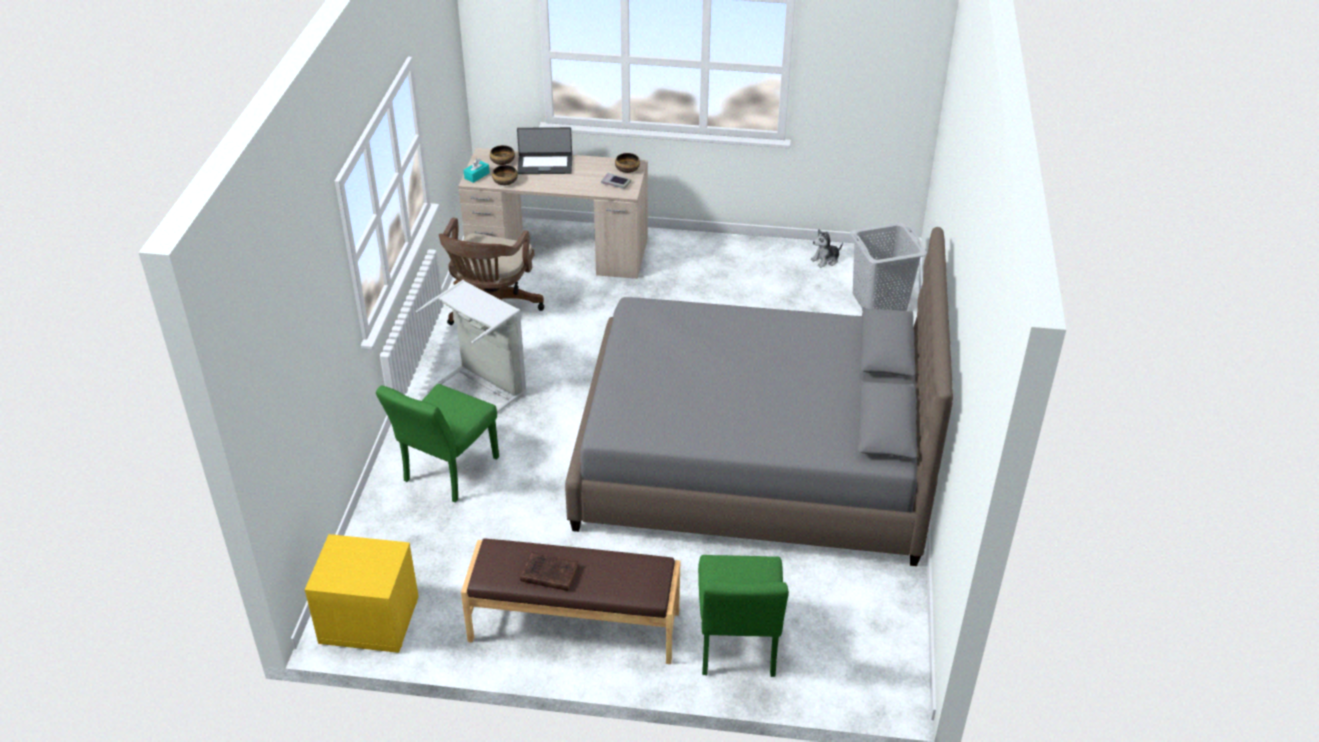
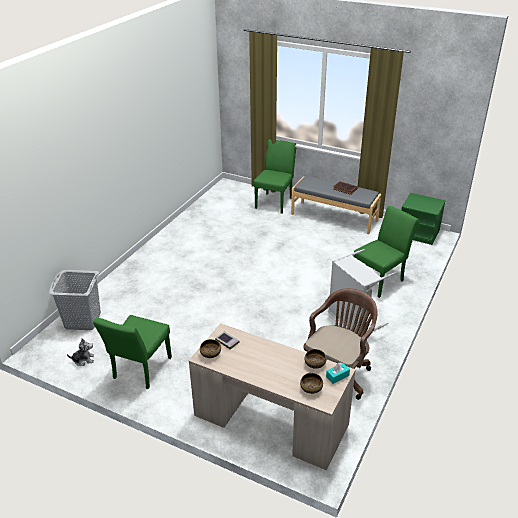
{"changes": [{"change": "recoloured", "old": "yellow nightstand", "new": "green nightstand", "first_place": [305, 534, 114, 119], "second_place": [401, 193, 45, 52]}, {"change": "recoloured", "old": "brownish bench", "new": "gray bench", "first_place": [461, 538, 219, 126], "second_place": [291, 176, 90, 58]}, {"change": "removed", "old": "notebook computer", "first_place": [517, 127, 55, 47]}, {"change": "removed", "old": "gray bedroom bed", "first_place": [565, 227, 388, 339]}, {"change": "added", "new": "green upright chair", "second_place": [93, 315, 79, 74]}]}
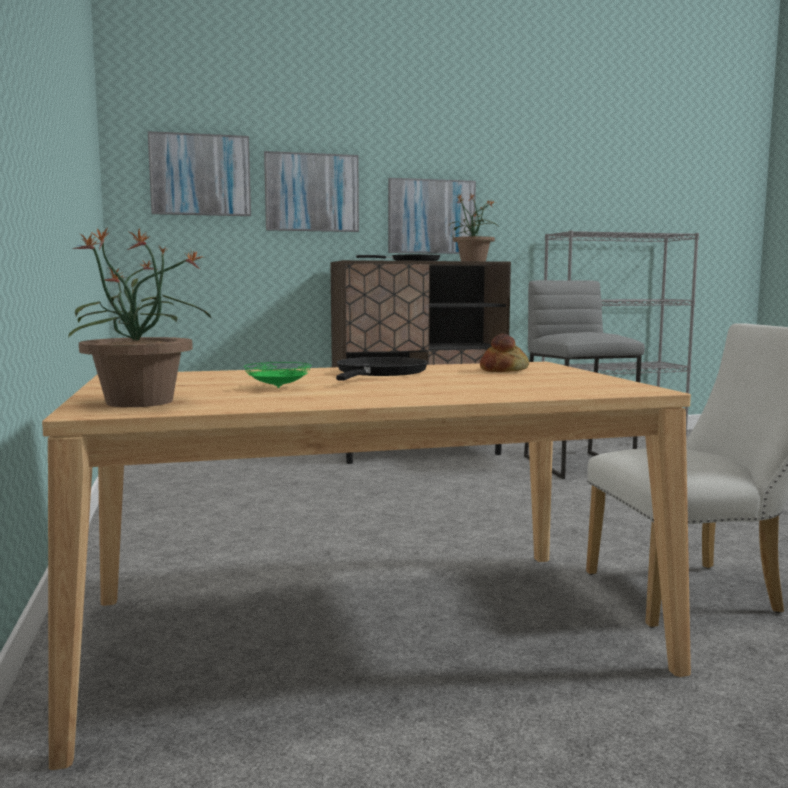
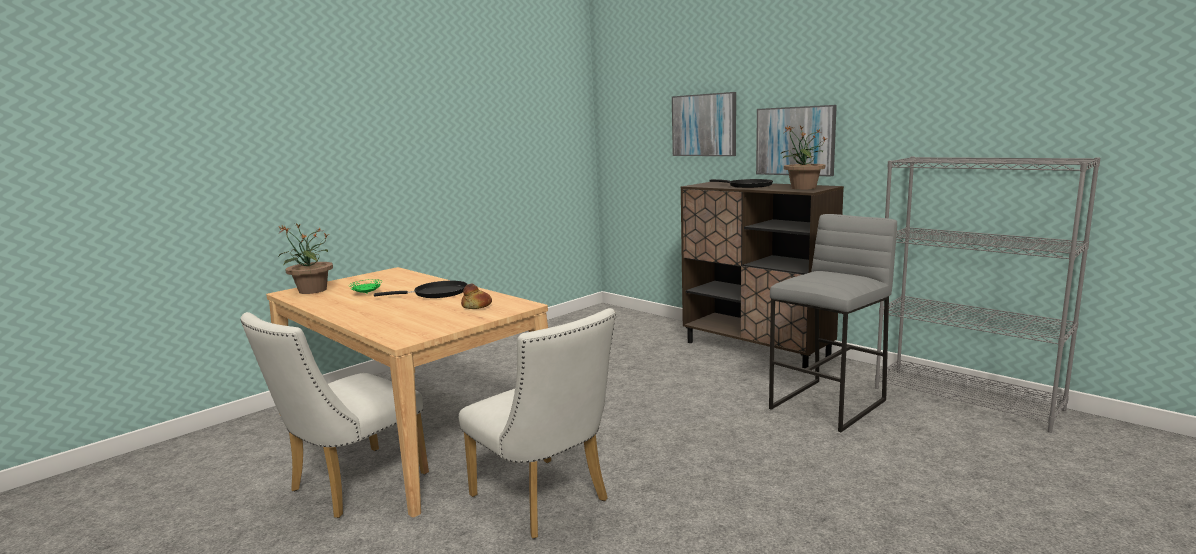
{"changes": [{"change": "removed", "old": "wall art", "first_place": [148, 131, 103, 85]}, {"change": "added", "new": "whitish upright chair", "second_place": [240, 312, 189, 206]}]}
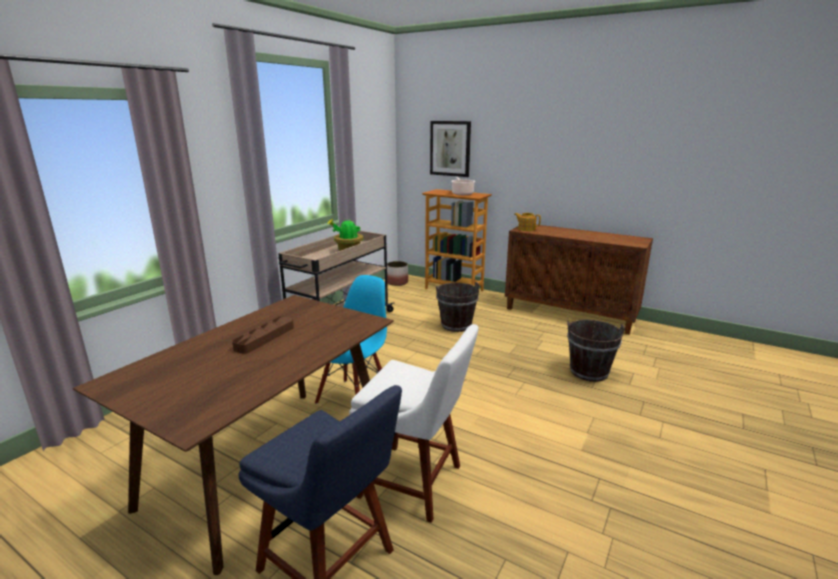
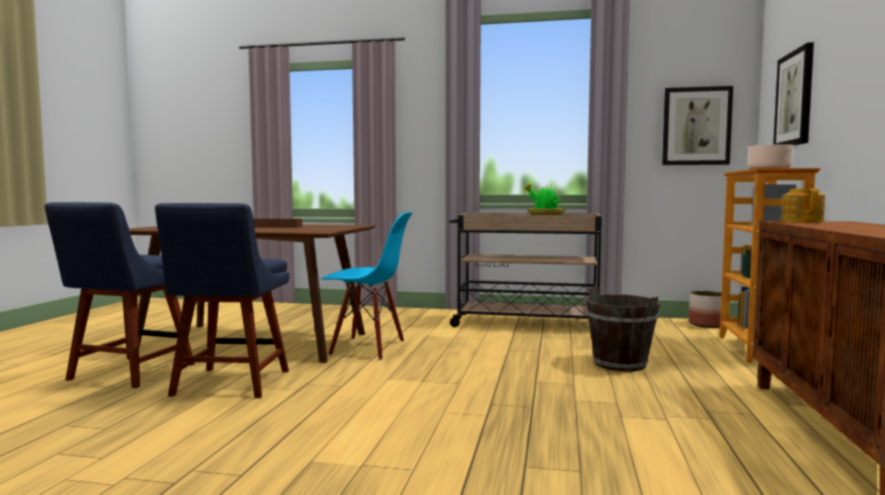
{"changes": [{"change": "recoloured", "old": "whitish upright chair", "new": "bluish upright chair", "first_place": [349, 324, 130, 199], "second_place": [155, 203, 134, 195]}, {"change": "removed", "old": "brownish bucket", "first_place": [567, 320, 58, 62]}, {"change": "added", "new": "wall art", "second_place": [662, 86, 71, 79]}]}
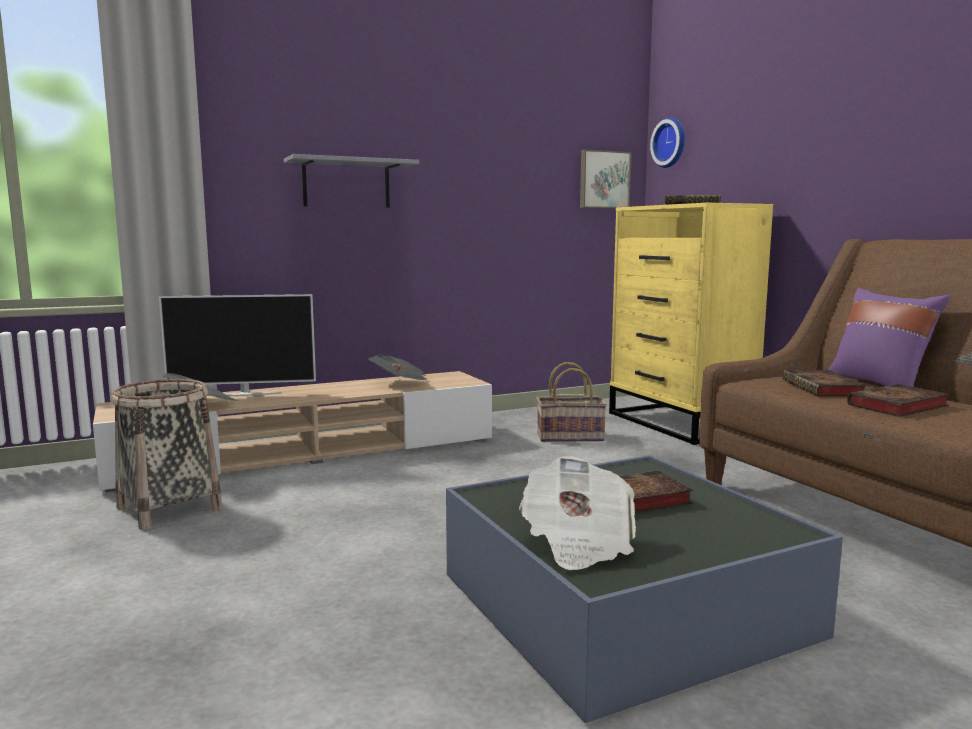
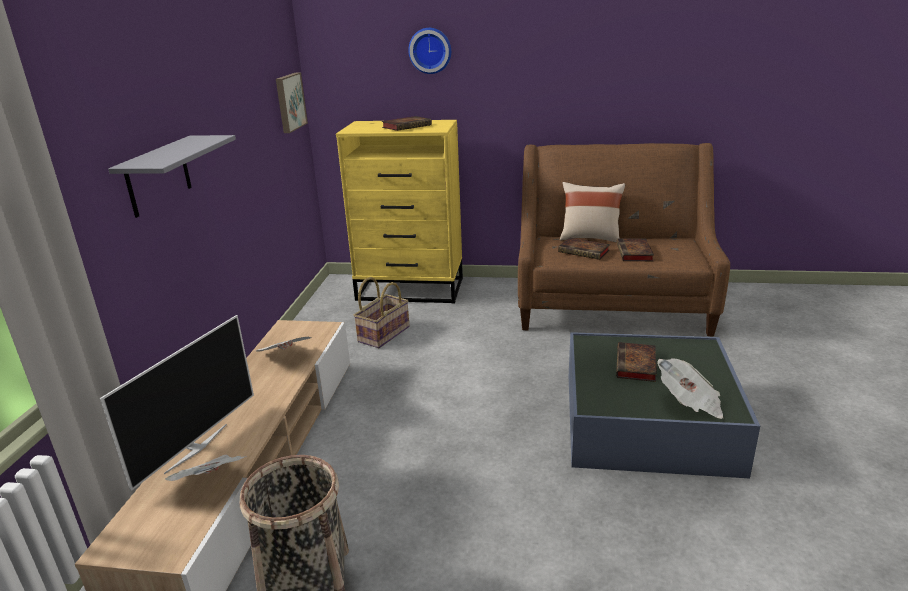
{"changes": [{"change": "moved", "old": "hanging clock", "first_place": [650, 117, 35, 51], "second_place": [408, 28, 43, 46]}, {"change": "recoloured", "old": "purple throw pillow", "new": "sand-coloured throw pillow", "first_place": [828, 288, 122, 99], "second_place": [560, 182, 65, 60]}]}
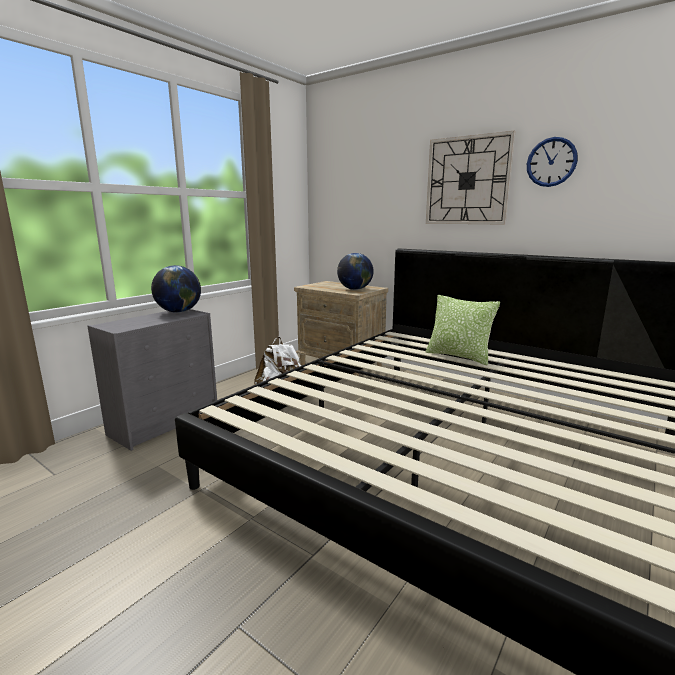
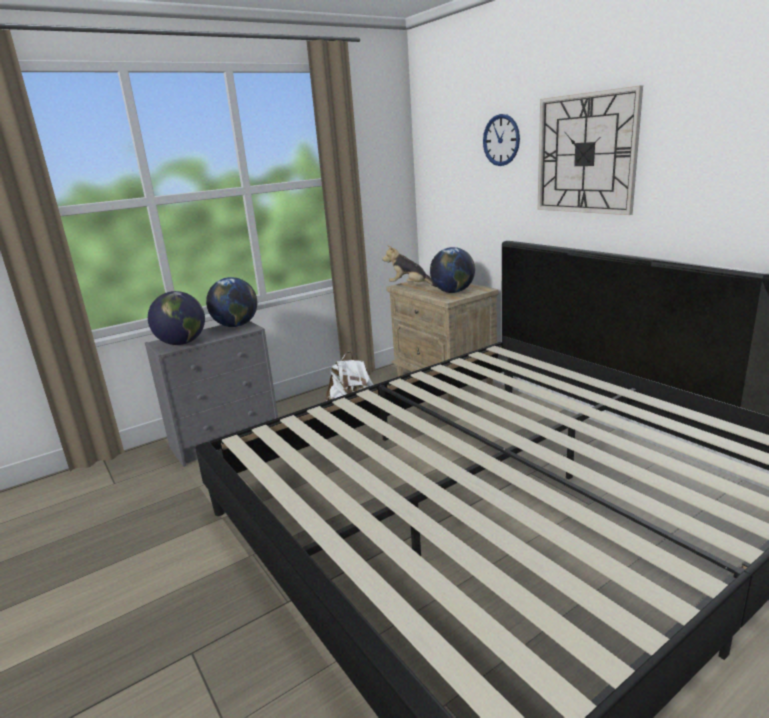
{"changes": [{"change": "removed", "old": "throw pillow", "first_place": [425, 295, 75, 70]}, {"change": "moved", "old": "hanging clock", "first_place": [527, 137, 51, 50], "second_place": [483, 114, 37, 52]}, {"change": "added", "new": "desk globe", "second_place": [148, 291, 57, 54]}, {"change": "added", "new": "plush toy", "second_place": [383, 245, 53, 42]}]}
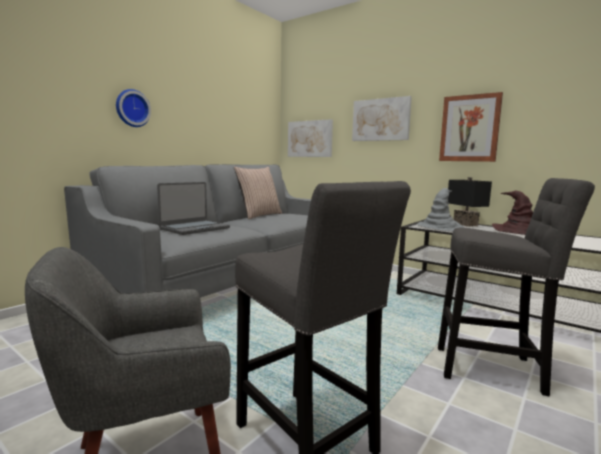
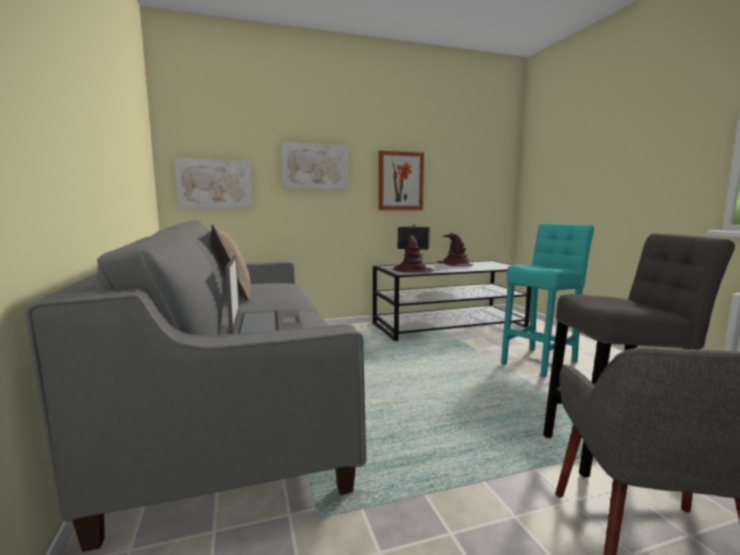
{"changes": [{"change": "removed", "old": "hanging clock", "first_place": [116, 89, 35, 38]}, {"change": "recoloured", "old": "gray hat", "new": "brownish hat", "first_place": [417, 188, 47, 43], "second_place": [392, 235, 41, 38]}, {"change": "recoloured", "old": "gray stool seat", "new": "turquoise stool seat", "first_place": [438, 178, 157, 219], "second_place": [501, 223, 93, 155]}]}
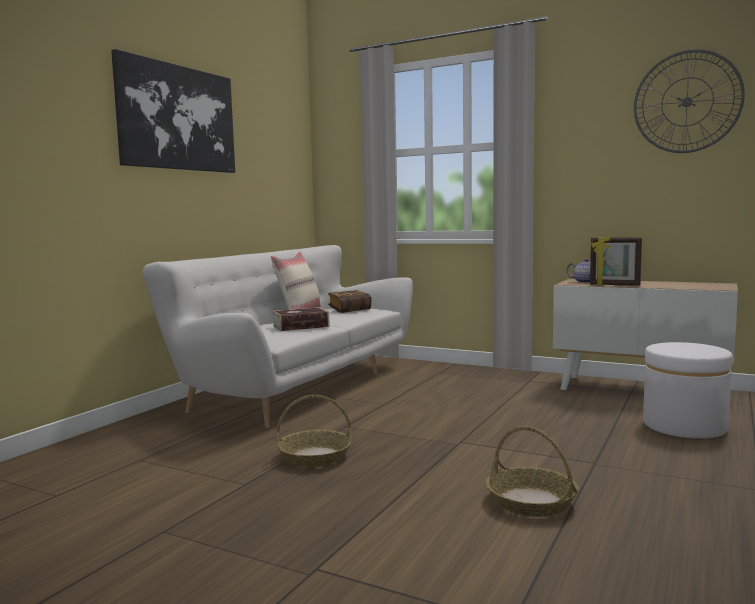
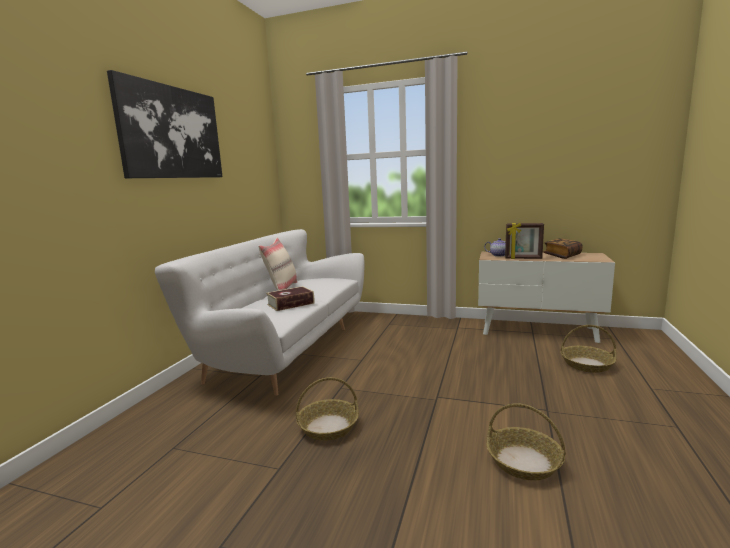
{"changes": [{"change": "moved", "old": "book", "first_place": [328, 290, 44, 23], "second_place": [543, 238, 39, 21]}, {"change": "removed", "old": "hanging clock", "first_place": [634, 49, 111, 104]}, {"change": "replaced", "old": "whitish pouffe", "new": "household basket", "first_place": [643, 342, 90, 97], "second_place": [561, 325, 56, 48]}]}
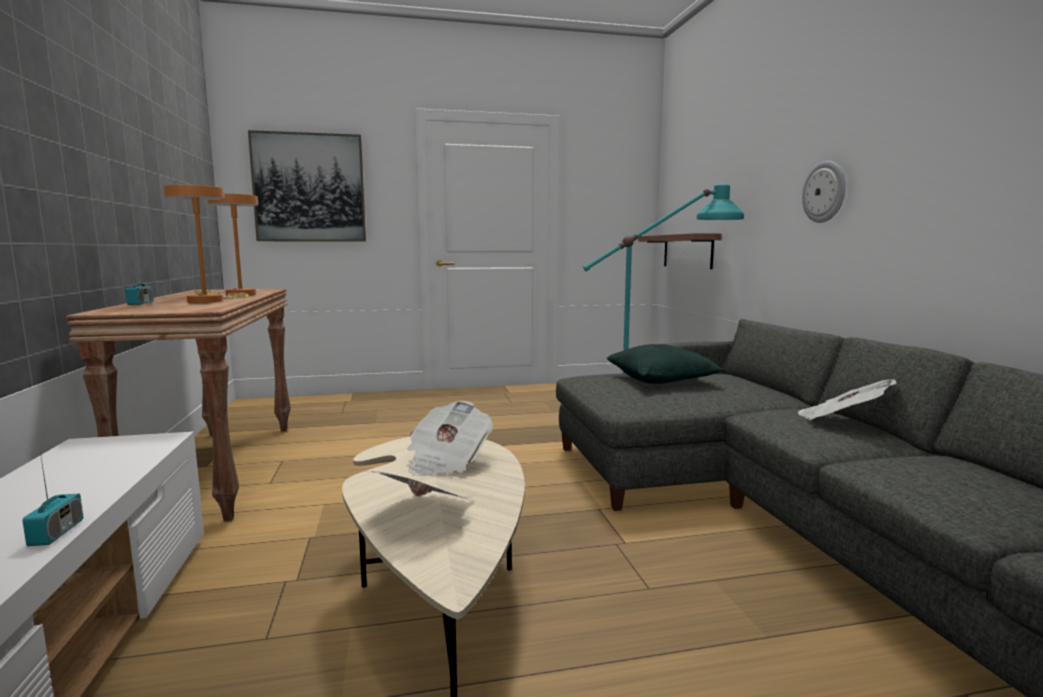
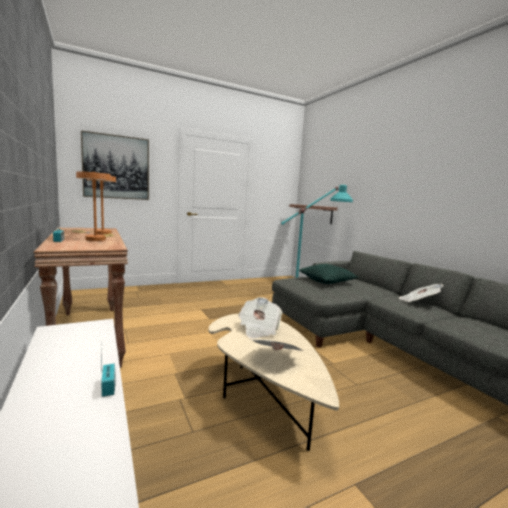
{"changes": [{"change": "removed", "old": "hanging clock", "first_place": [802, 161, 44, 62]}]}
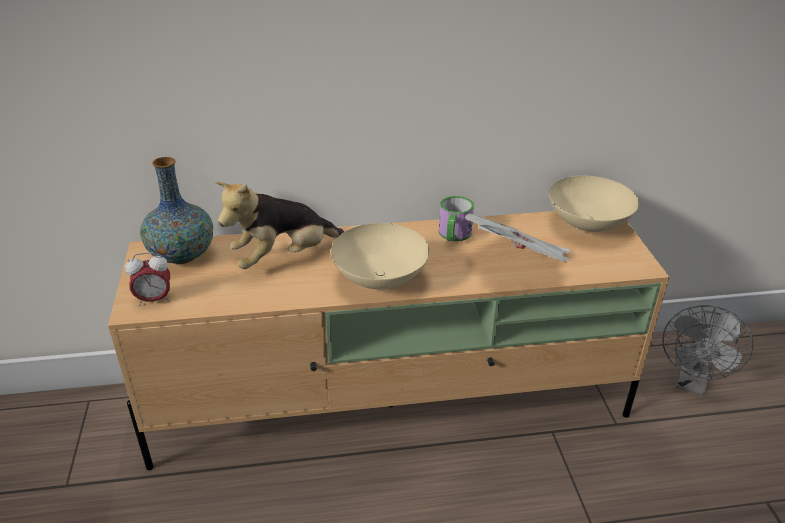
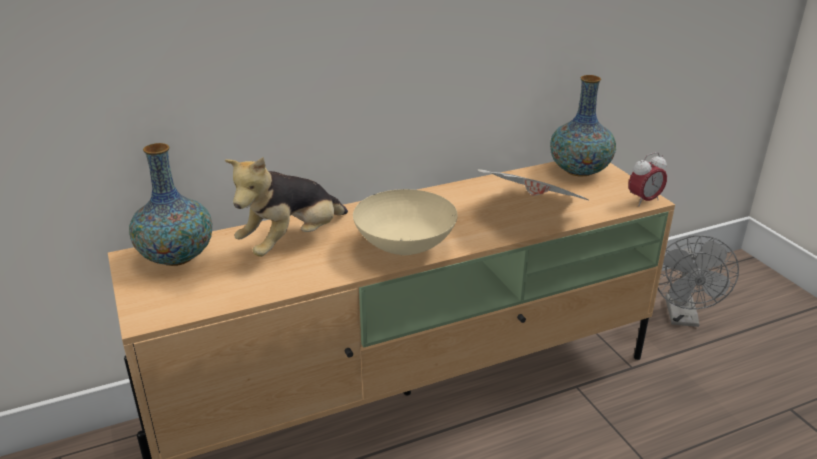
{"changes": [{"change": "moved", "old": "table clock", "first_place": [125, 252, 45, 54], "second_place": [629, 152, 38, 54]}, {"change": "removed", "old": "coffee mug", "first_place": [439, 196, 35, 45]}, {"change": "replaced", "old": "sand-coloured serving bowl", "new": "flower vase", "first_place": [549, 176, 90, 56], "second_place": [550, 75, 66, 101]}]}
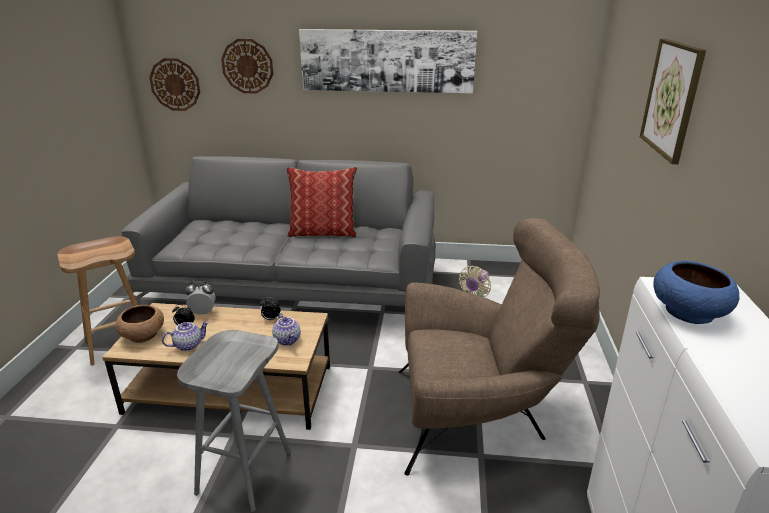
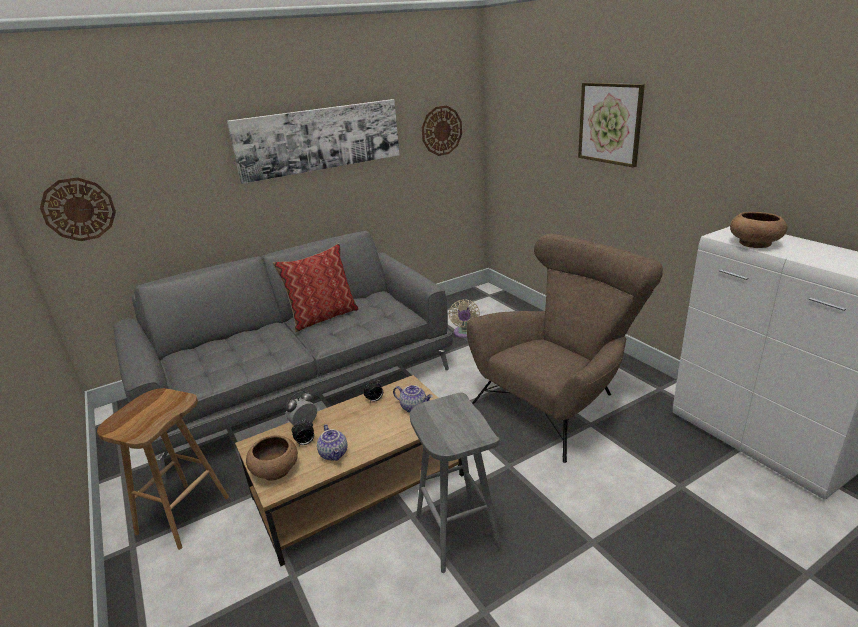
{"changes": [{"change": "turned", "old": "pot for tea", "first_place": [162, 321, 47, 30], "second_place": [317, 424, 30, 37], "degrees": 135}, {"change": "moved", "old": "hanging clock", "first_place": [221, 39, 52, 55], "second_place": [422, 105, 40, 51]}, {"change": "recoloured", "old": "bluish serving bowl", "new": "brownish serving bowl", "first_place": [653, 261, 87, 63], "second_place": [730, 212, 58, 36]}]}
